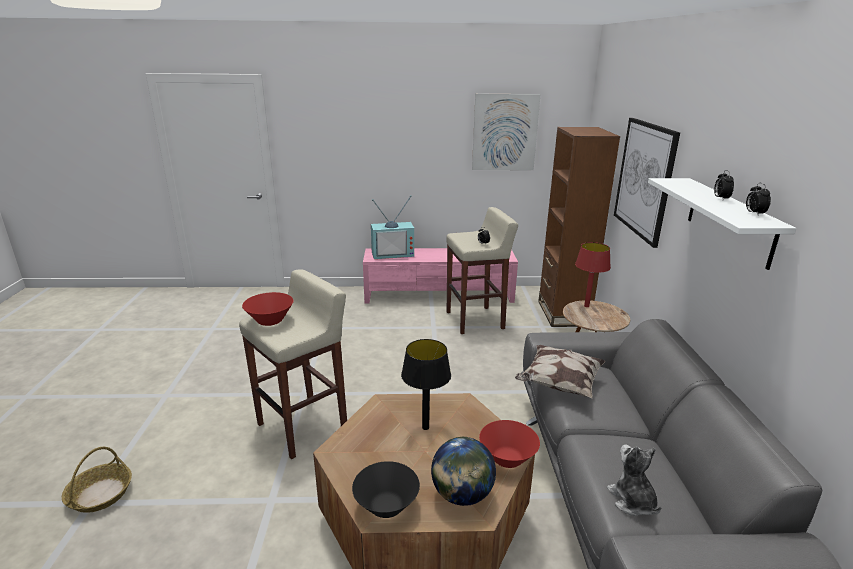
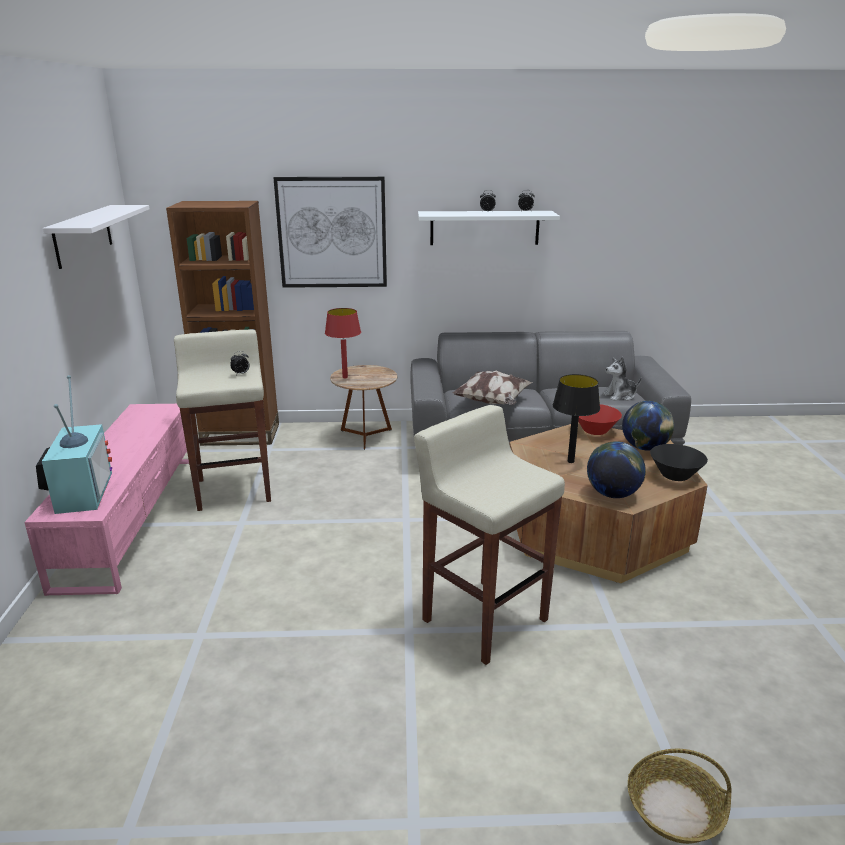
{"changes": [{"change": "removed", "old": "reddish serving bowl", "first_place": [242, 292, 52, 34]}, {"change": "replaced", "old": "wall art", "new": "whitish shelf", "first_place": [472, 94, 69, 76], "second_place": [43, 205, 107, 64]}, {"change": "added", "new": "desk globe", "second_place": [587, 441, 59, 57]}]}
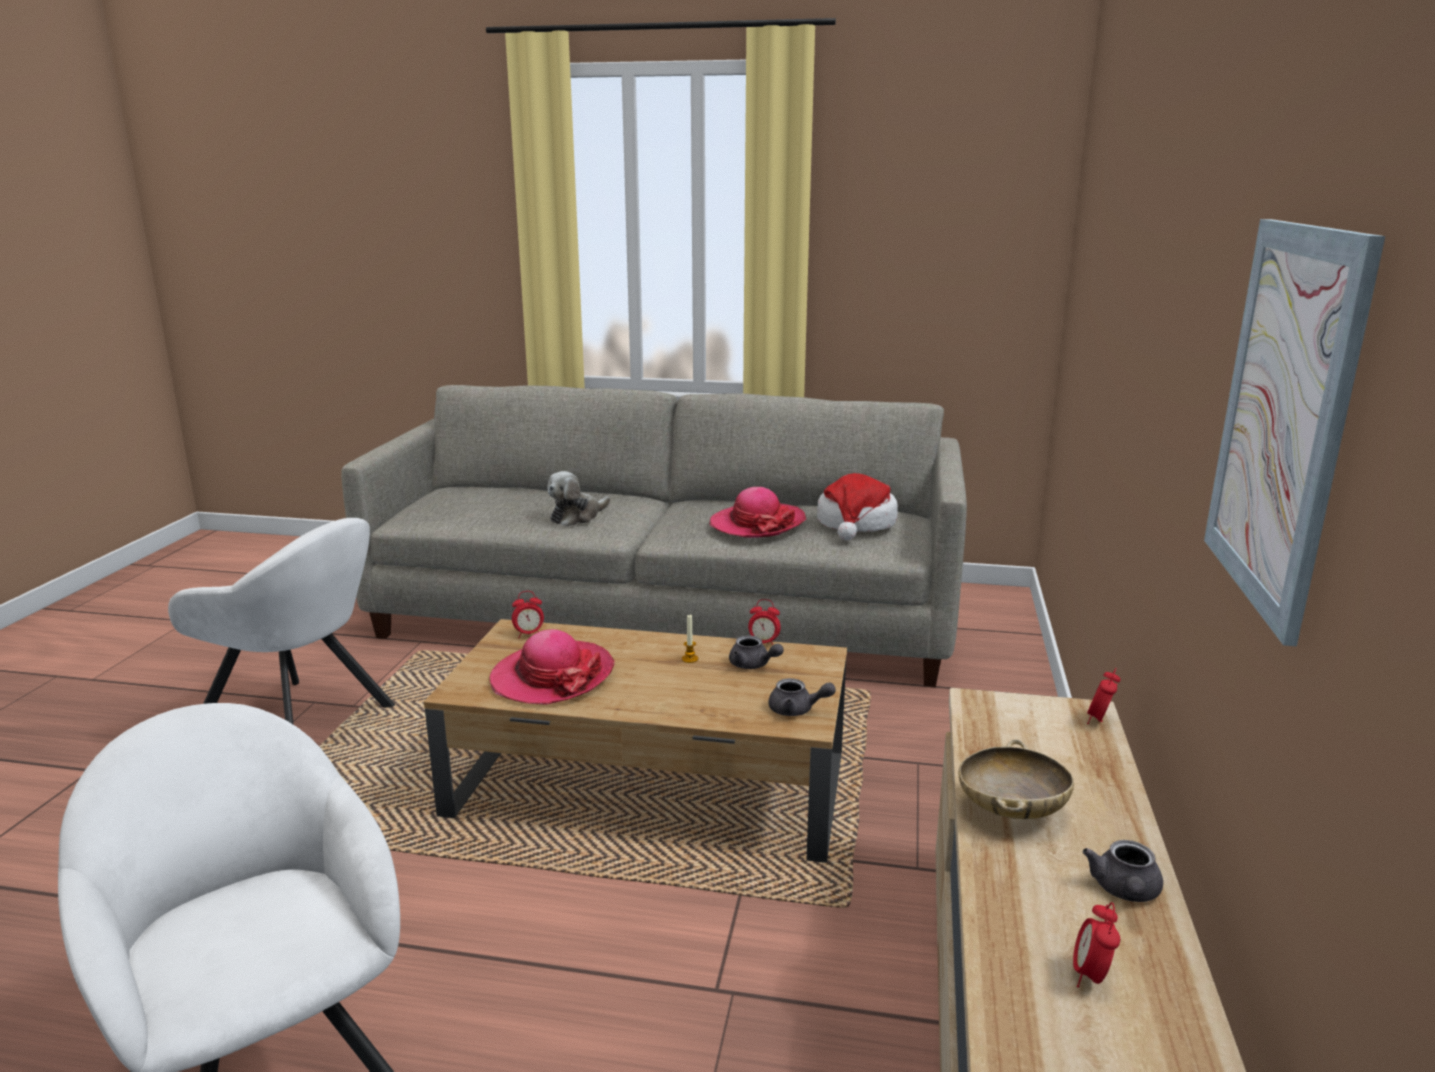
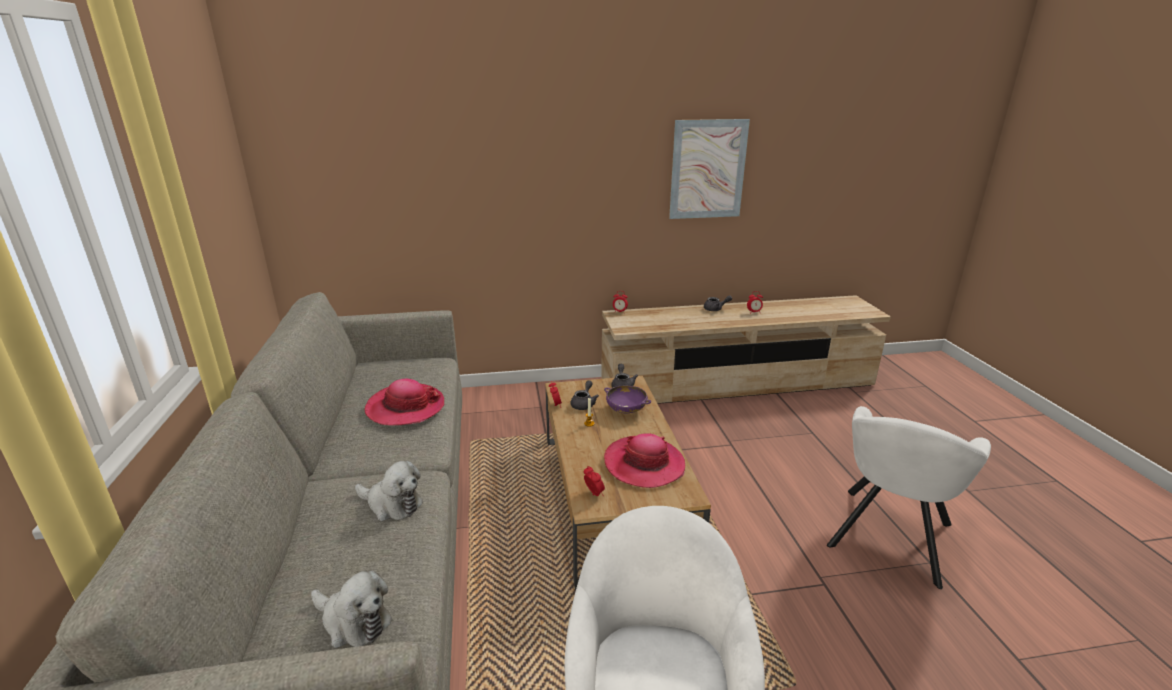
{"changes": [{"change": "removed", "old": "hat", "first_place": [817, 473, 81, 67]}, {"change": "removed", "old": "sand-coloured serving bowl", "first_place": [958, 740, 116, 79]}, {"change": "added", "new": "plush toy", "second_place": [311, 570, 81, 78]}, {"change": "added", "new": "purple serving bowl", "second_place": [604, 386, 47, 27]}]}
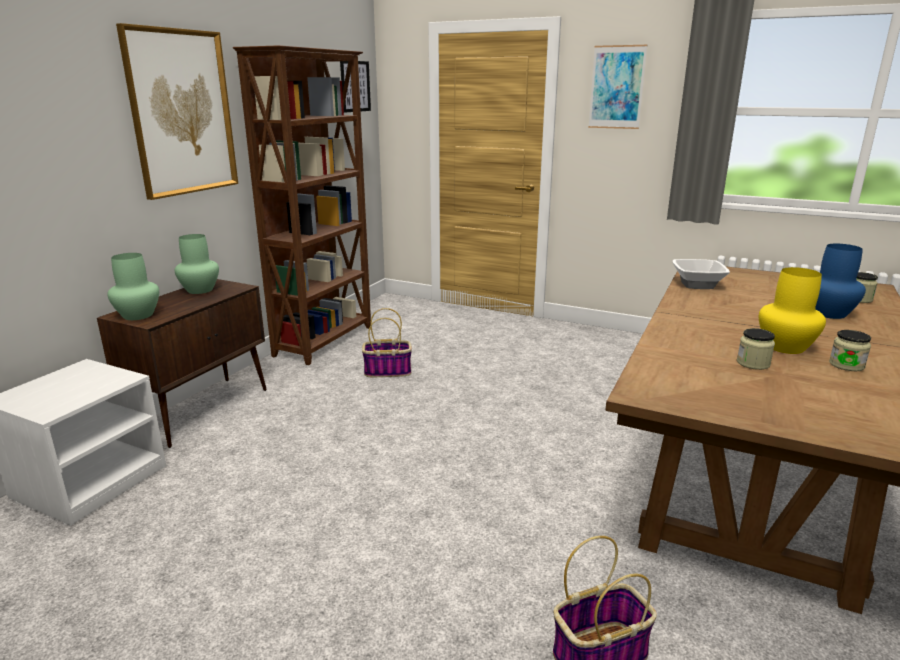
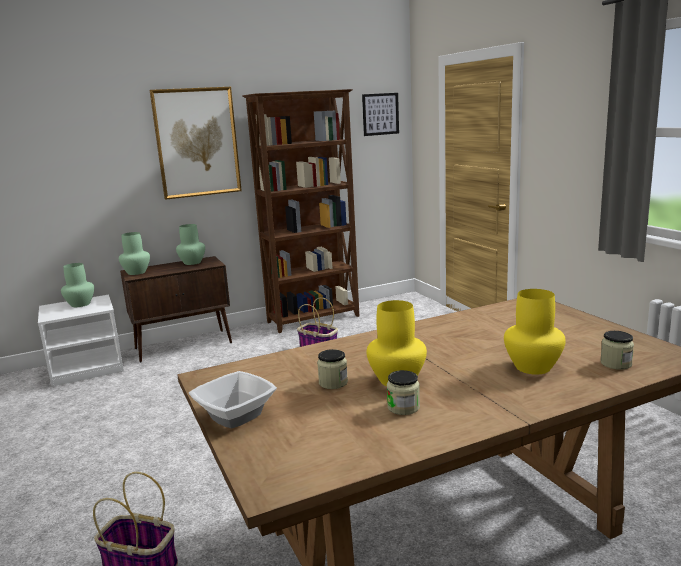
{"changes": [{"change": "removed", "old": "wall art", "first_place": [588, 45, 59, 84]}, {"change": "moved", "old": "serving bowl", "first_place": [673, 259, 57, 30], "second_place": [189, 371, 88, 57]}, {"change": "recoloured", "old": "bluish flower vase", "new": "yellow flower vase", "first_place": [815, 244, 51, 75], "second_place": [504, 289, 62, 86]}, {"change": "added", "new": "green flower vase", "second_place": [61, 263, 33, 44]}]}
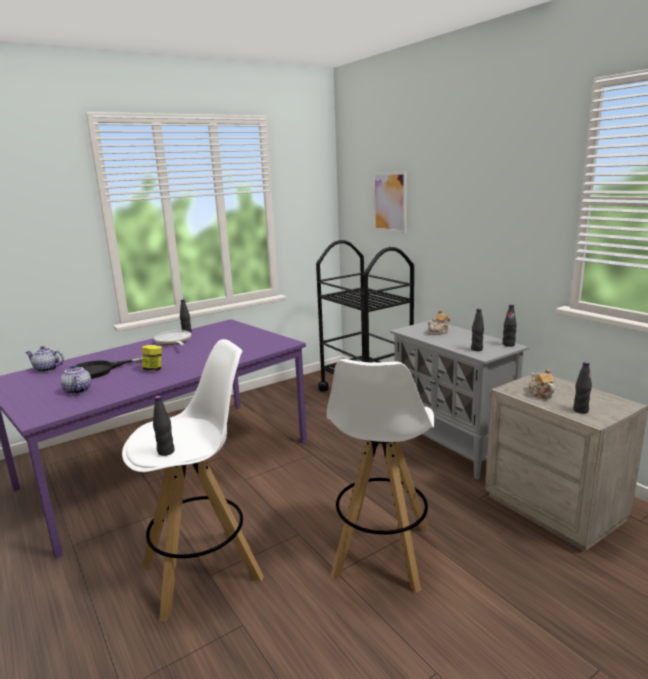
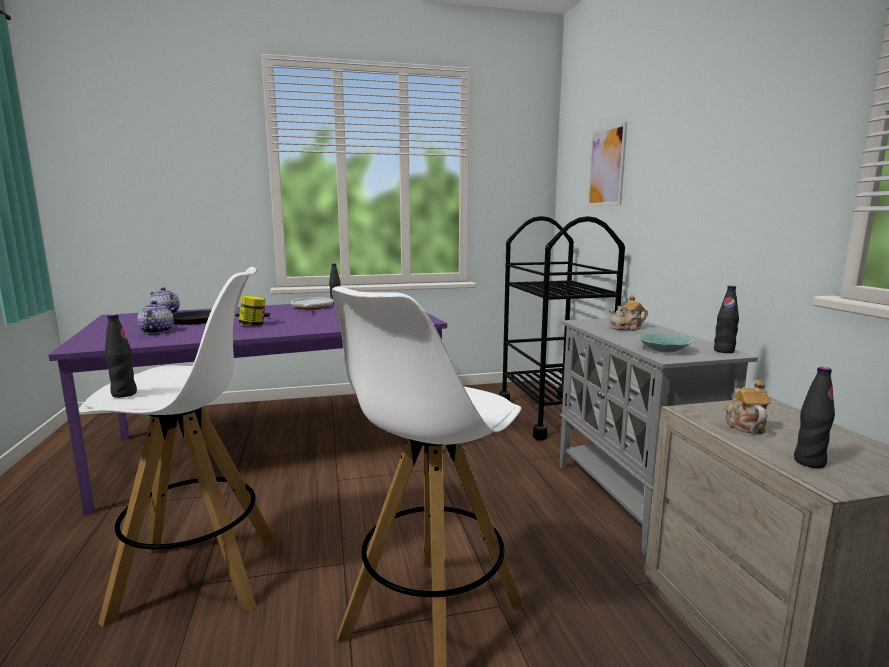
{"changes": [{"change": "replaced", "old": "black drink bottle", "new": "turquoise serving bowl", "first_place": [471, 309, 13, 42], "second_place": [637, 332, 58, 20]}]}
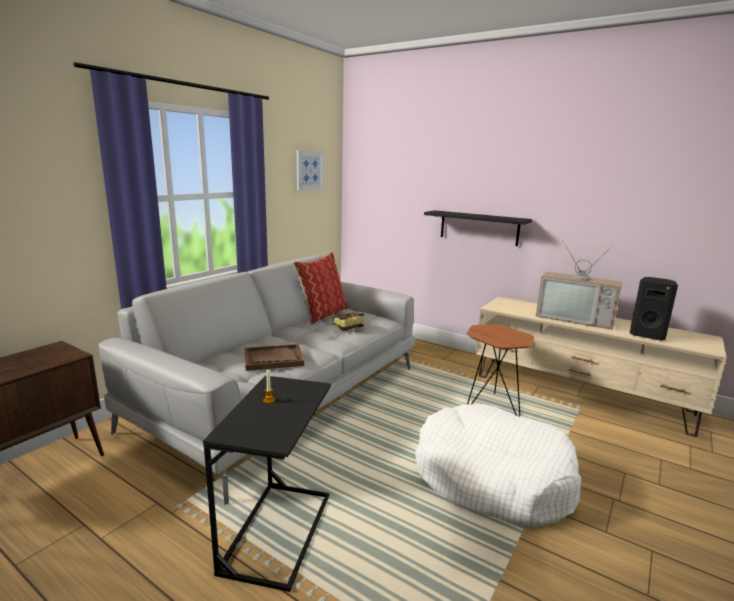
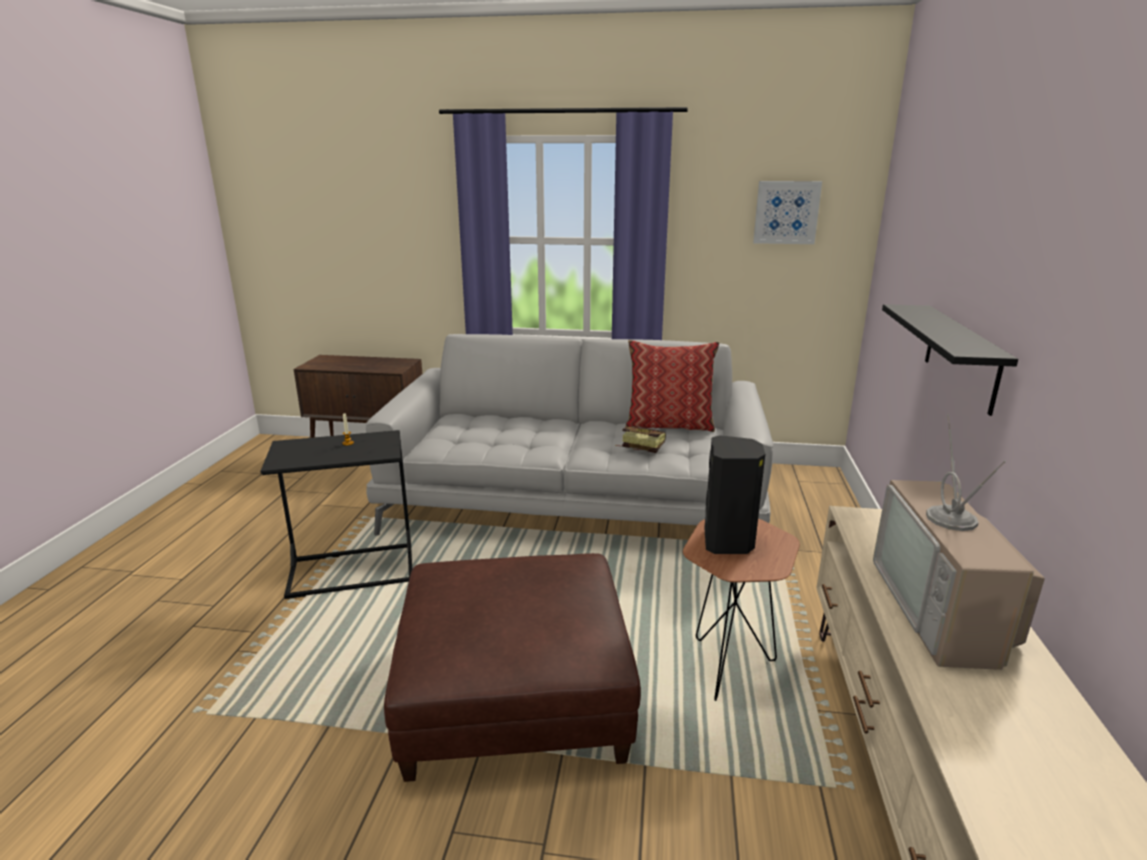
{"changes": [{"change": "removed", "old": "brownish serving tray", "first_place": [245, 344, 59, 27]}, {"change": "replaced", "old": "whitish dog bed", "new": "brownish pouffe", "first_place": [415, 404, 166, 123], "second_place": [384, 553, 257, 229]}, {"change": "moved", "old": "black audio speaker", "first_place": [630, 277, 48, 64], "second_place": [704, 435, 61, 119]}]}
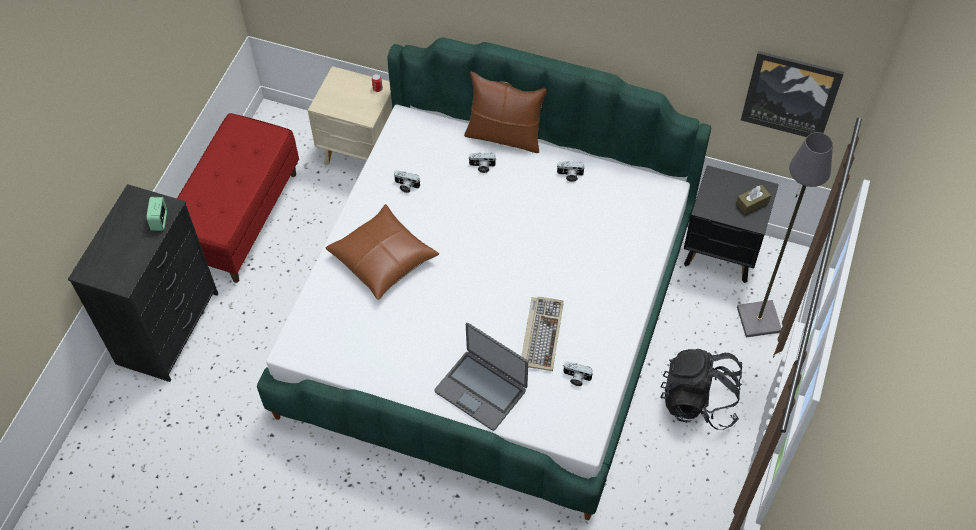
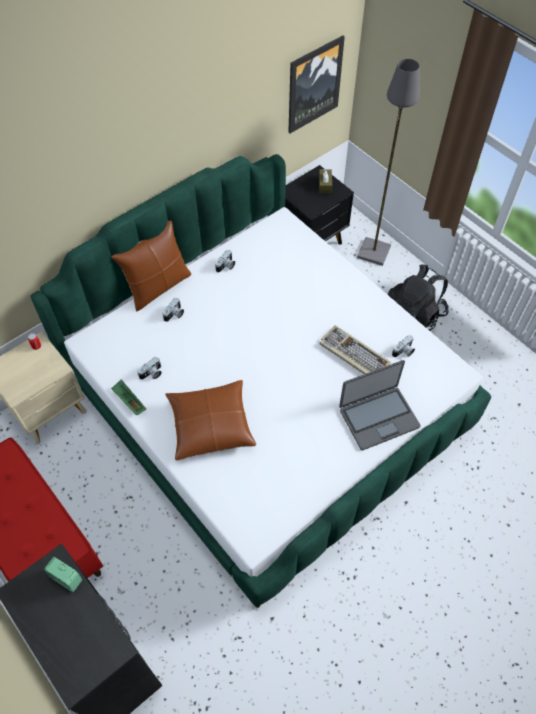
{"changes": [{"change": "added", "new": "green serving tray", "second_place": [111, 379, 35, 36]}]}
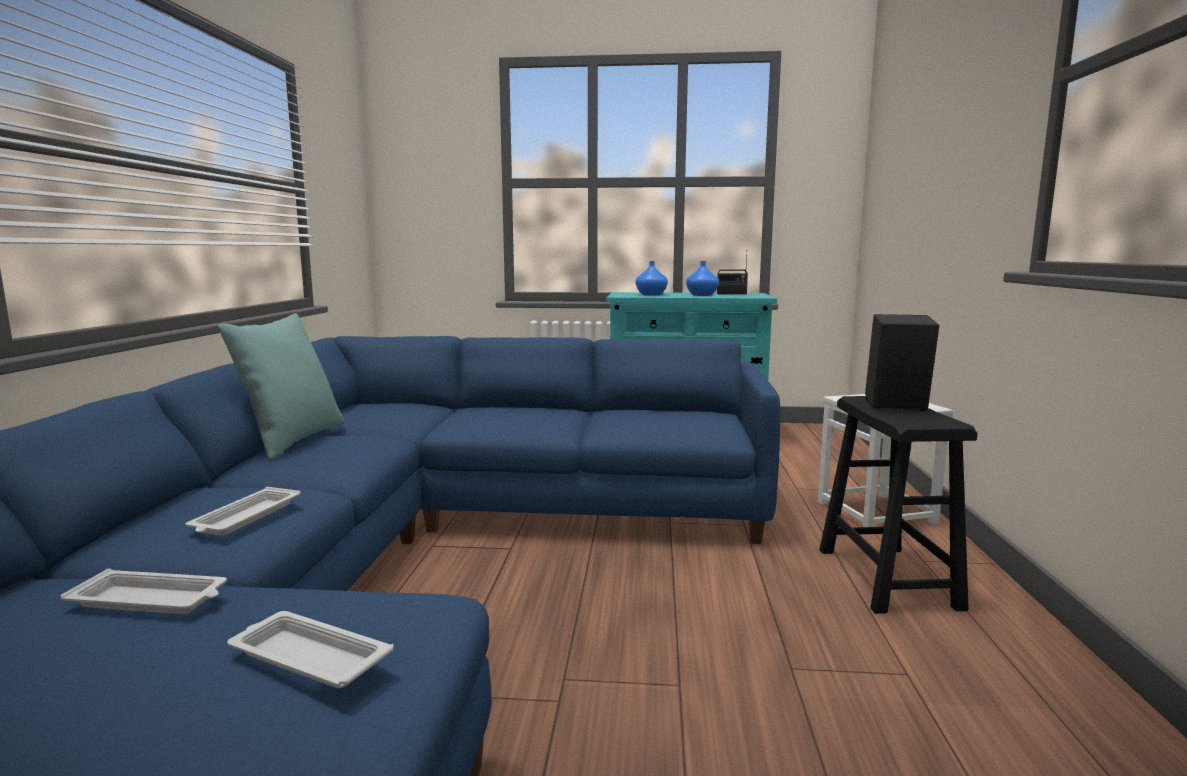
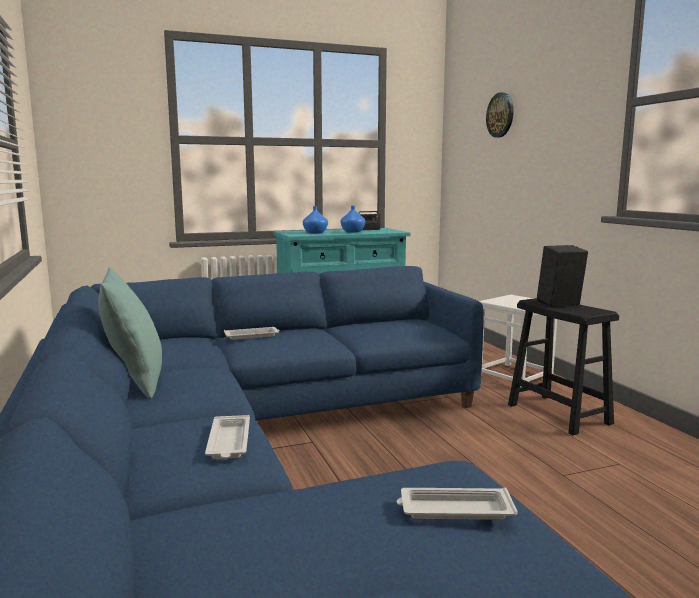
{"changes": [{"change": "moved", "old": "whitish serving tray", "first_place": [60, 569, 167, 45], "second_place": [224, 327, 56, 13]}, {"change": "added", "new": "hanging clock", "second_place": [486, 92, 28, 46]}]}
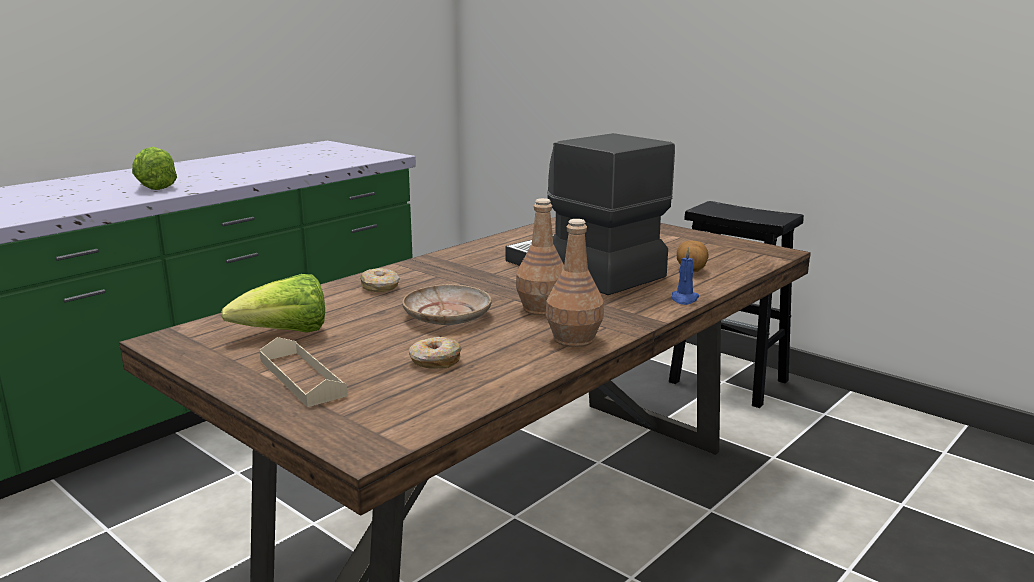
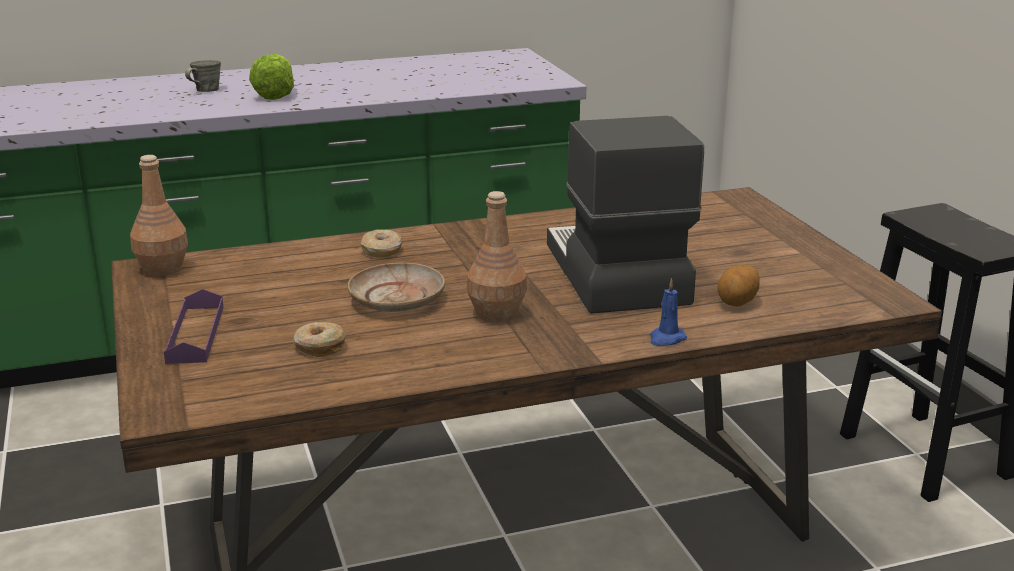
{"changes": [{"change": "removed", "old": "lettuce head", "first_place": [221, 274, 104, 59]}, {"change": "recoloured", "old": "sand-coloured serving tray", "new": "purple serving tray", "first_place": [260, 337, 87, 70], "second_place": [164, 289, 60, 75]}, {"change": "moved", "old": "brownish drink bottle", "first_place": [546, 219, 58, 128], "second_place": [130, 155, 58, 121]}, {"change": "added", "new": "gray coffee mug", "second_place": [185, 60, 36, 32]}]}
